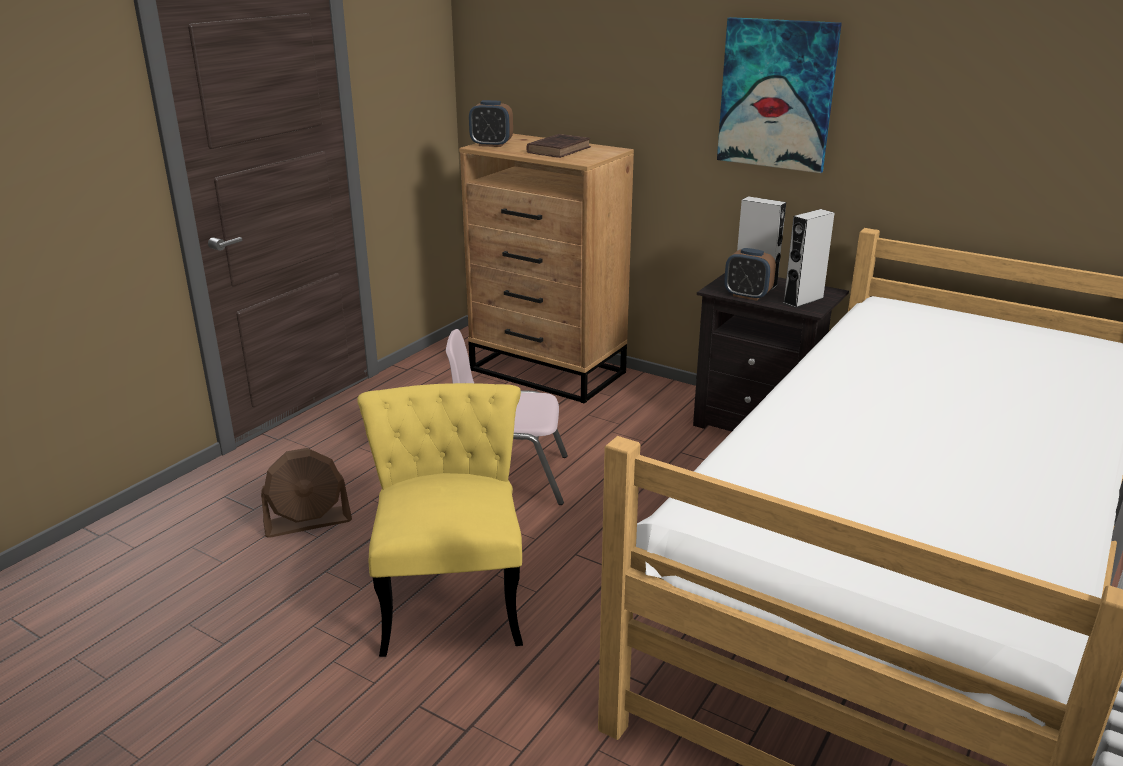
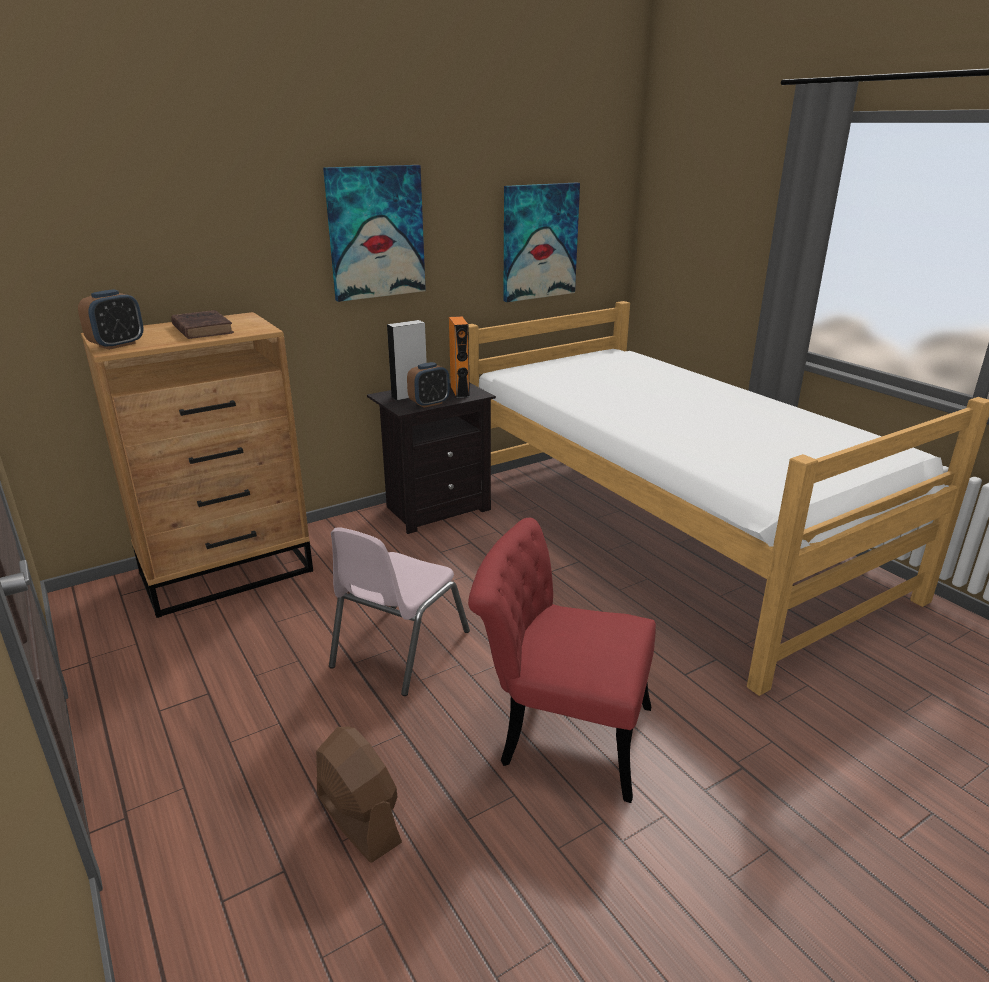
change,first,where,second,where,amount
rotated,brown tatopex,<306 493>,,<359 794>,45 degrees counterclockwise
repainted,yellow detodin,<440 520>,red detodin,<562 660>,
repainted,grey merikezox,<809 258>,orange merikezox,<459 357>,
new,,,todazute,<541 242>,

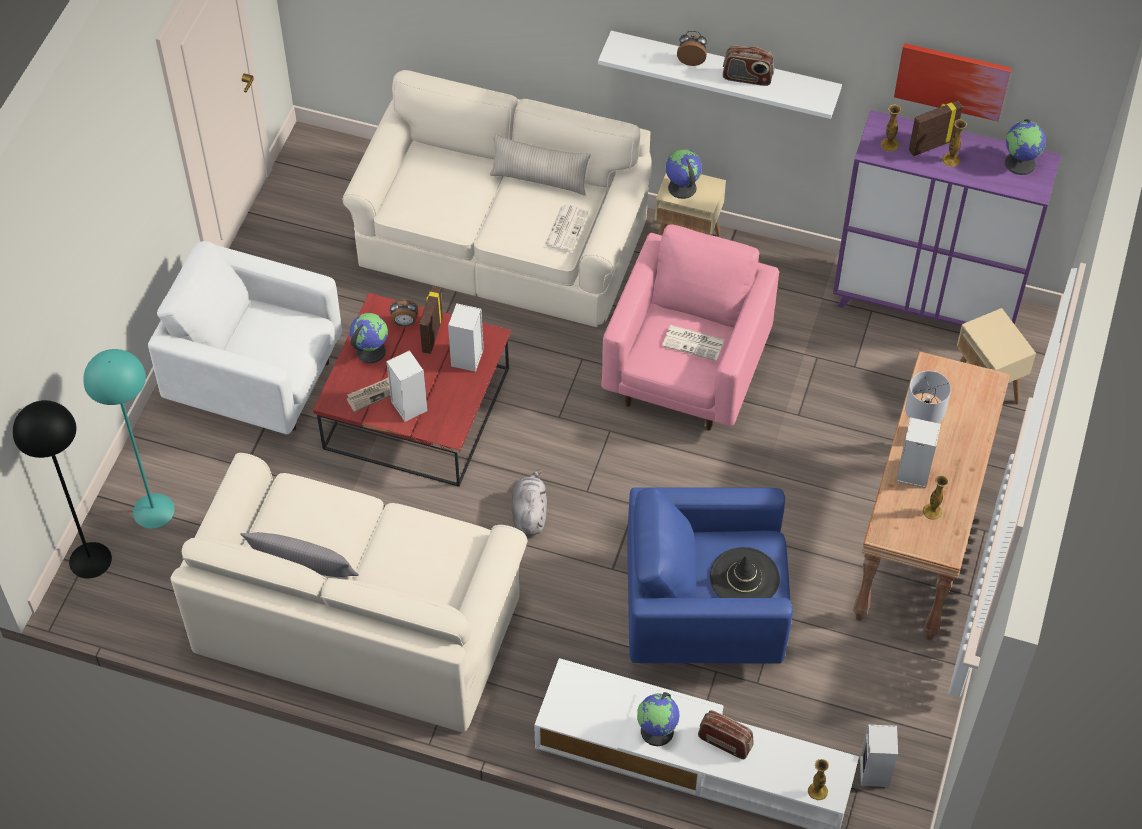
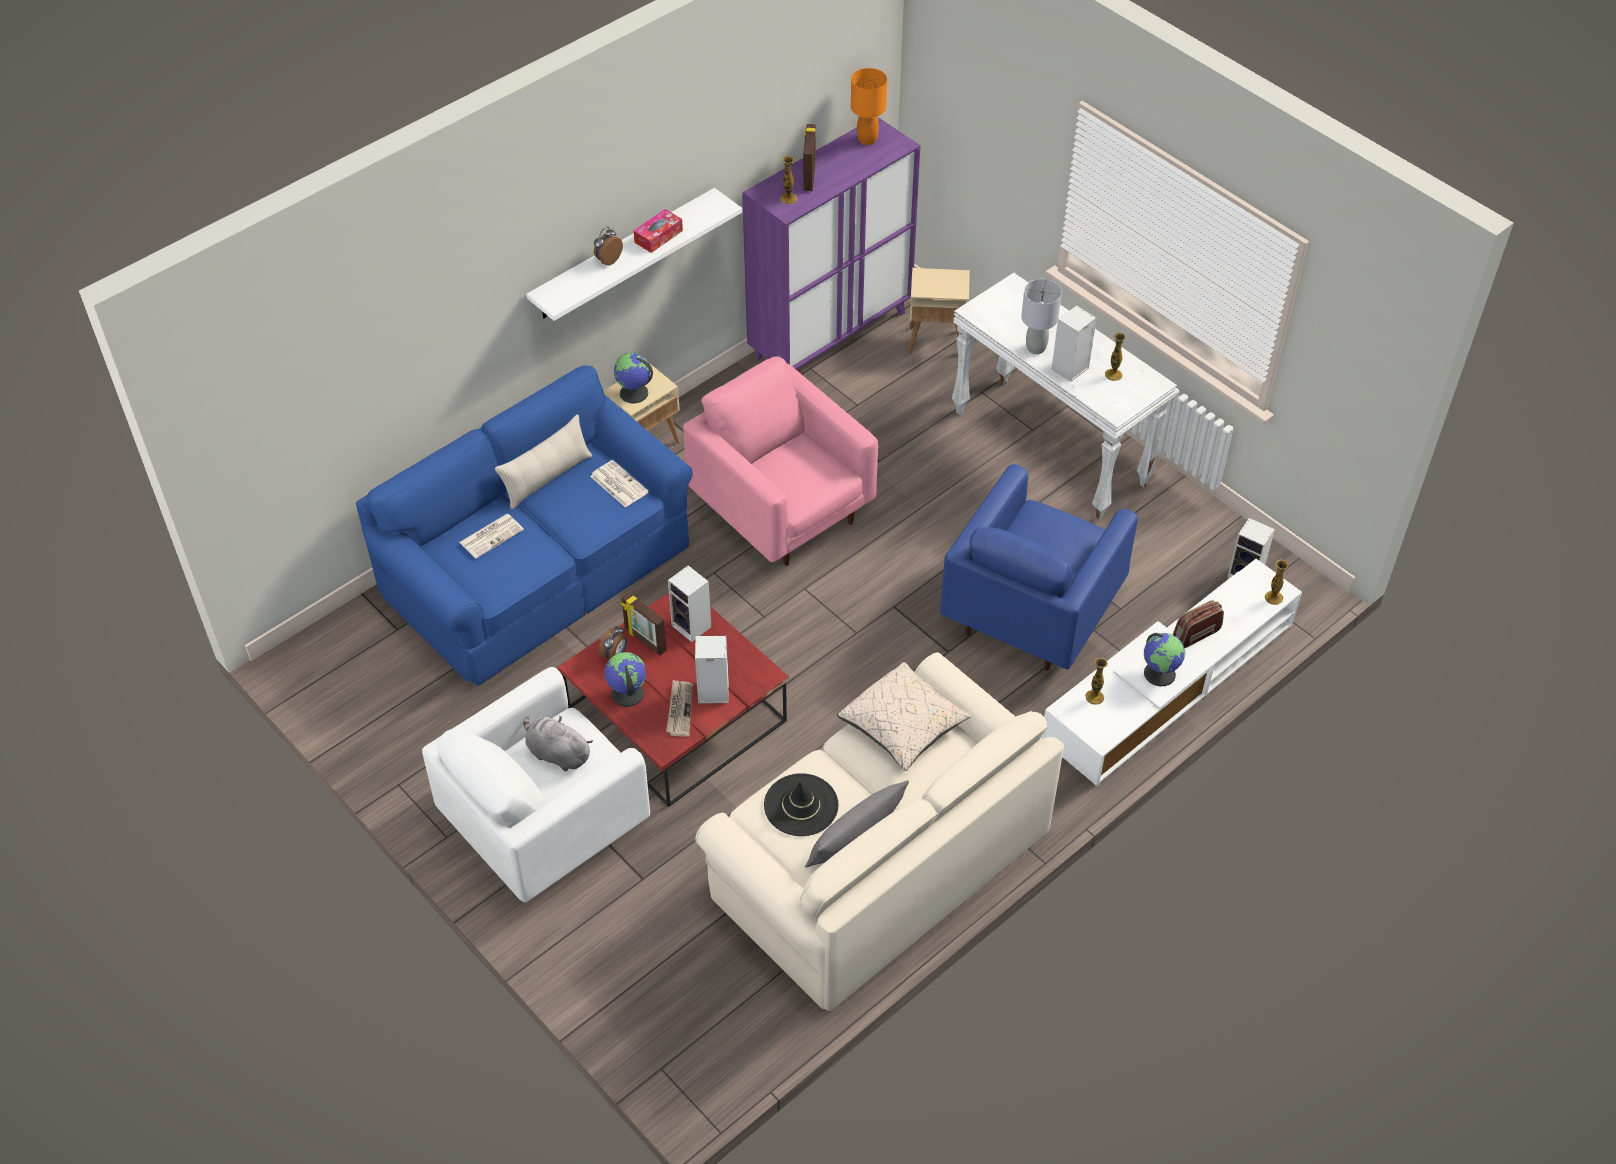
change,first,where,second,where,amount
gone,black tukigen,<62 489>,,,
gone,turquoise tukigen,<129 439>,,,
repainted,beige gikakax,<497 198>,blue gikakax,<524 525>,
shifted,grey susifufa,<529 502>,,<558 743>,
shifted,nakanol,<693 343>,,<491 536>,
shifted,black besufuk,<745 572>,,<801 804>,
swapped,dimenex,<748 65>,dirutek,<658 231>,
repainted,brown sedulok,<931 495>,white sedulok,<1064 396>,
gone,todazute,<952 82>,,,
shifted,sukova,<954 143>,,<1096 681>,
swapped,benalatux,<1025 147>,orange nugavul,<869 106>,
new,,,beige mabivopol,<904 716>,

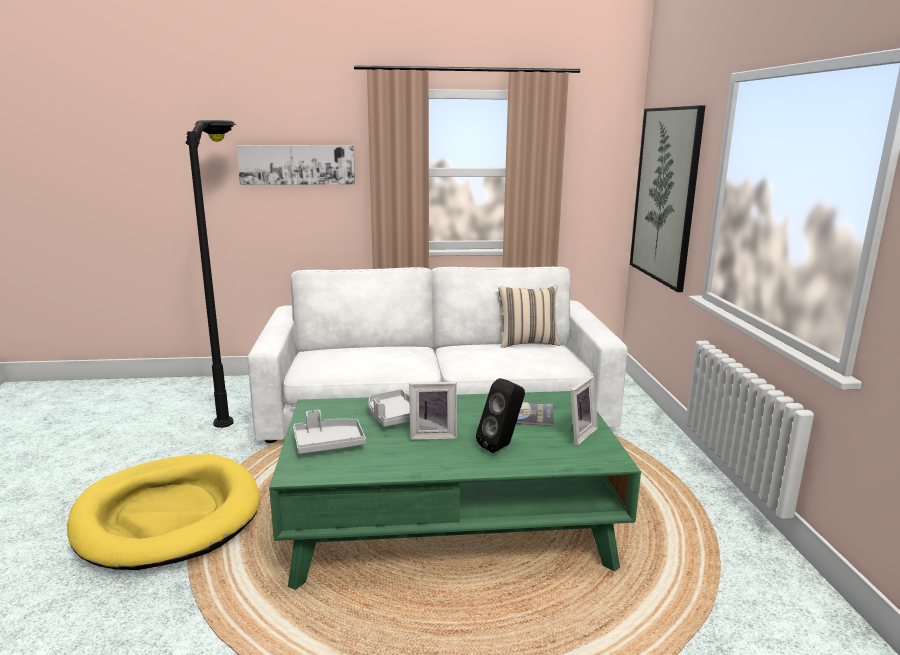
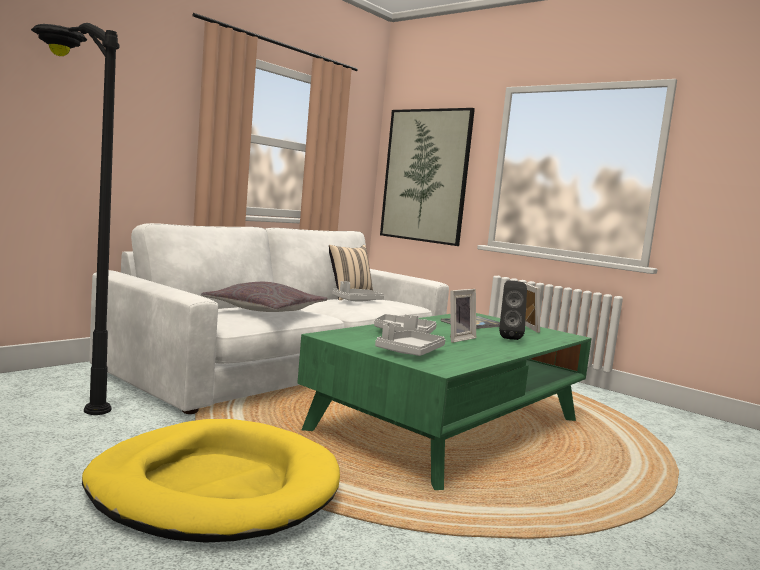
change,first,where,second,where,amount
gone,todazute,<295 165>,,,
new,,,grey mabivopol,<264 297>,
new,,,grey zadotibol,<358 291>,

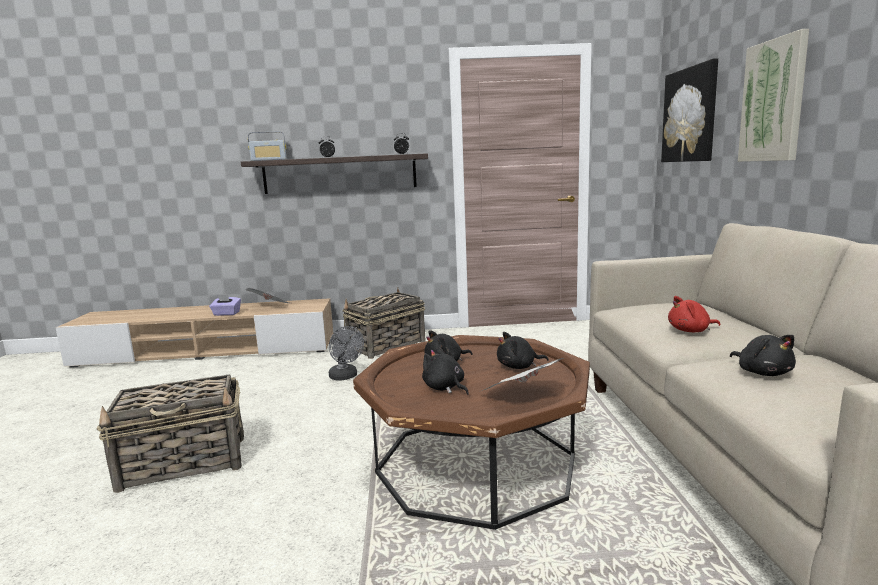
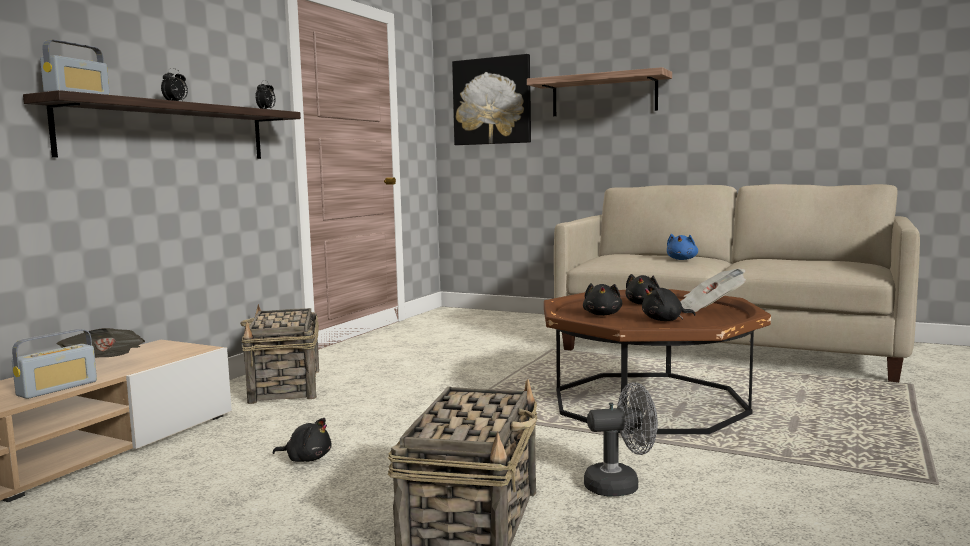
change,first,where,second,where,amount
swapped,purple dirutek,<225 305>,dimenex,<54 364>,
shifted,grey tatopex,<346 353>,,<621 439>,
repainted,red susifufa,<694 314>,blue susifufa,<682 247>,
shifted,black susifufa,<763 355>,,<302 440>,
swapped,todazute,<773 95>,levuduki,<599 91>,

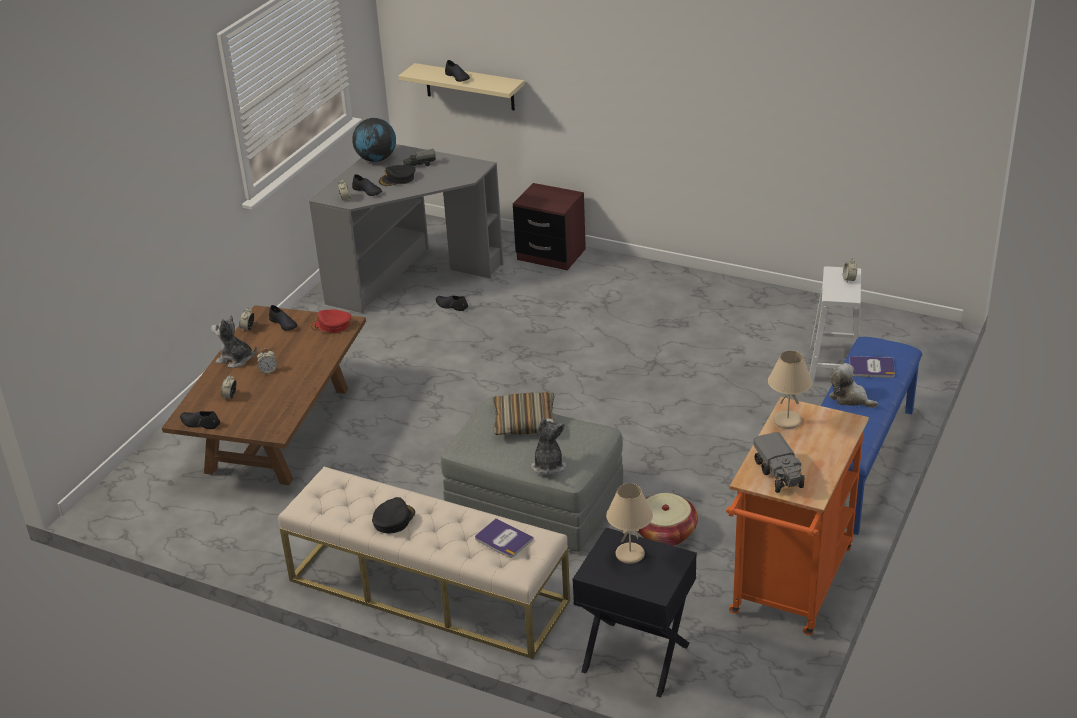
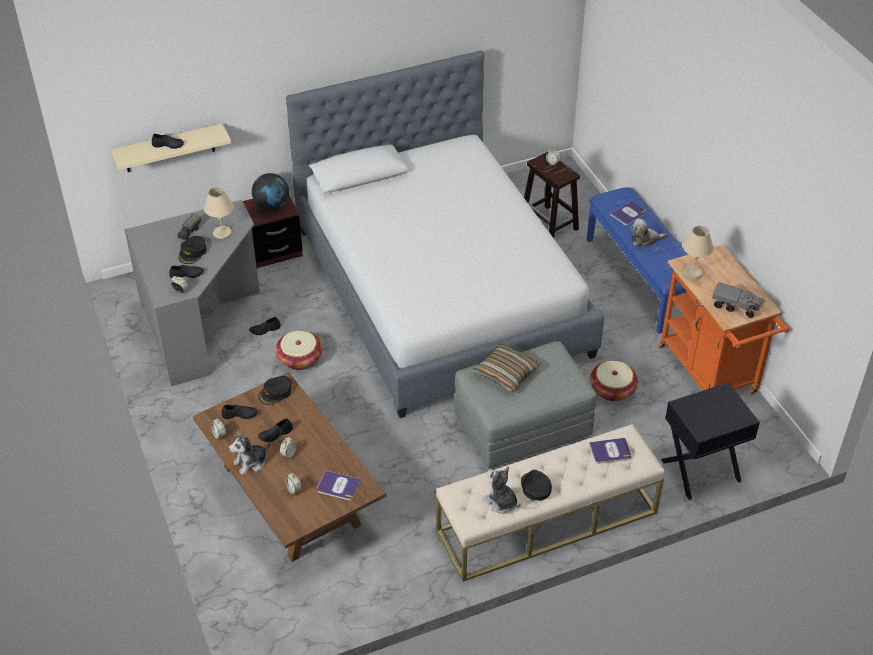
change,first,where,second,where,amount
shifted,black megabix,<200 420>,,<275 430>,
repainted,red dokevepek,<331 321>,black dokevepek,<275 390>,
shifted,benalatux,<374 140>,,<270 191>,
shifted,susifufa,<548 446>,,<502 490>,
shifted,beige nugavul,<629 523>,,<219 213>,
repainted,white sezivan,<835 324>,brown sezivan,<552 195>,
new,,,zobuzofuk,<298 350>,
new,,,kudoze,<445 234>,
new,,,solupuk,<339 485>,

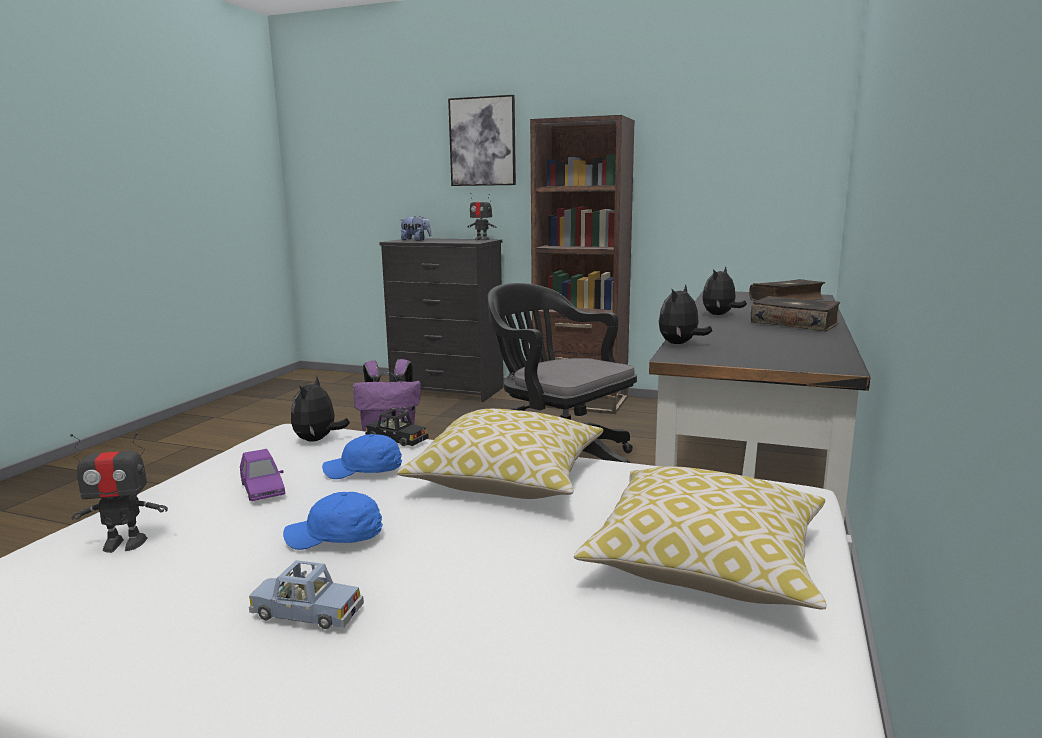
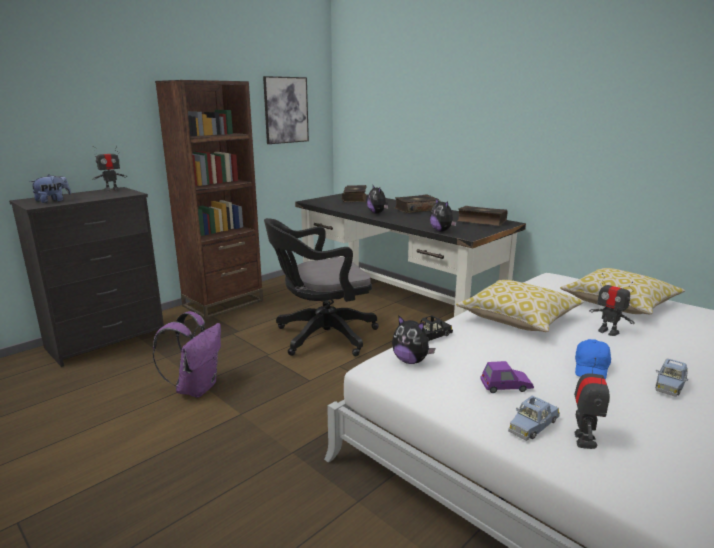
change,first,where,second,where,amount
gone,blue dokevepek,<362 456>,,,
shifted,todazute,<482 140>,,<286 110>,
new,,,solupuk,<482 216>,
new,,,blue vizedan,<534 418>,
new,,,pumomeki,<612 304>,

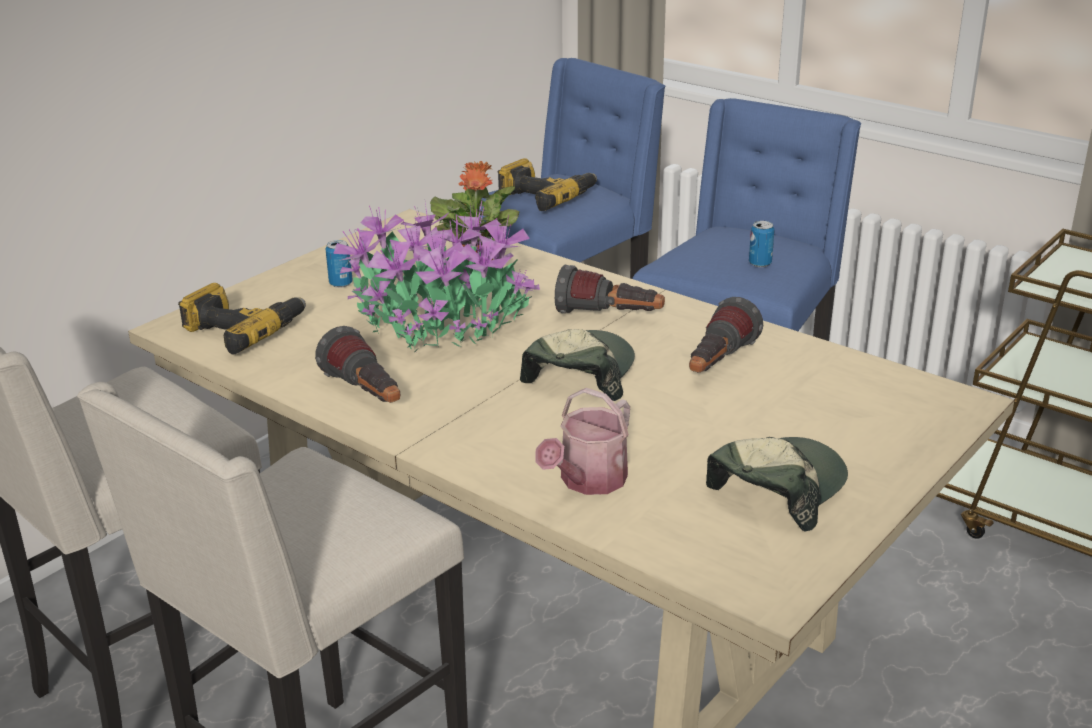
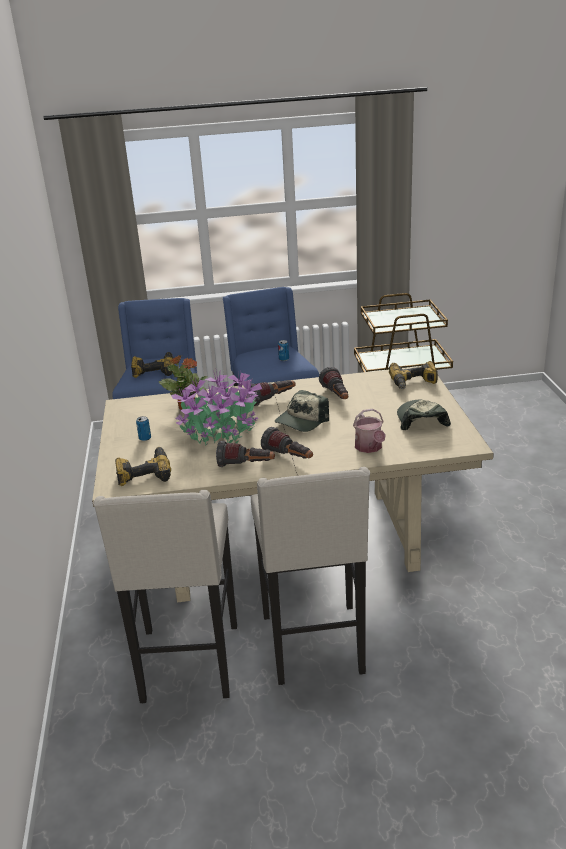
change,first,where,second,where,amount
rotated,dokevepek,<577 365>,,<302 411>,120 degrees counterclockwise
new,,,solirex,<287 443>,
new,,,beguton,<413 375>,

